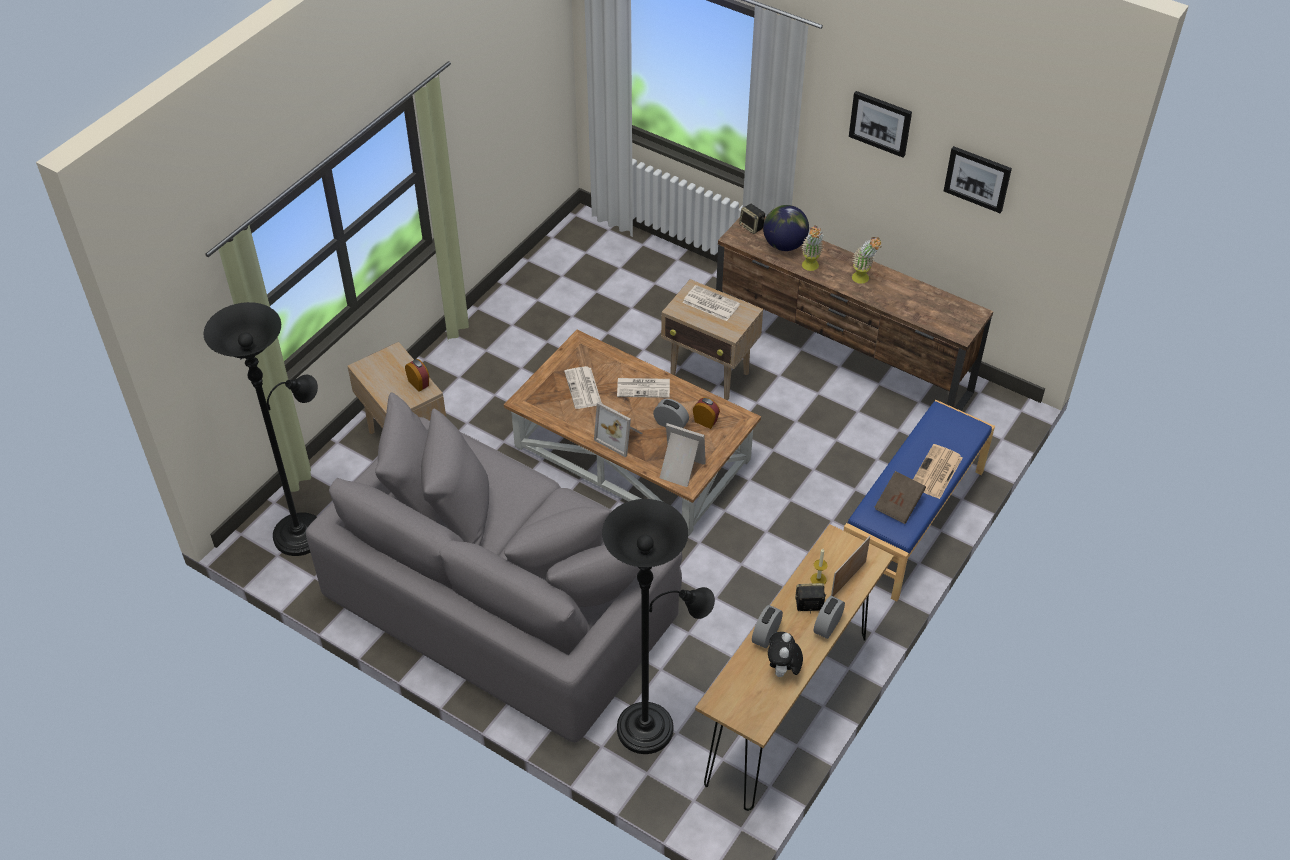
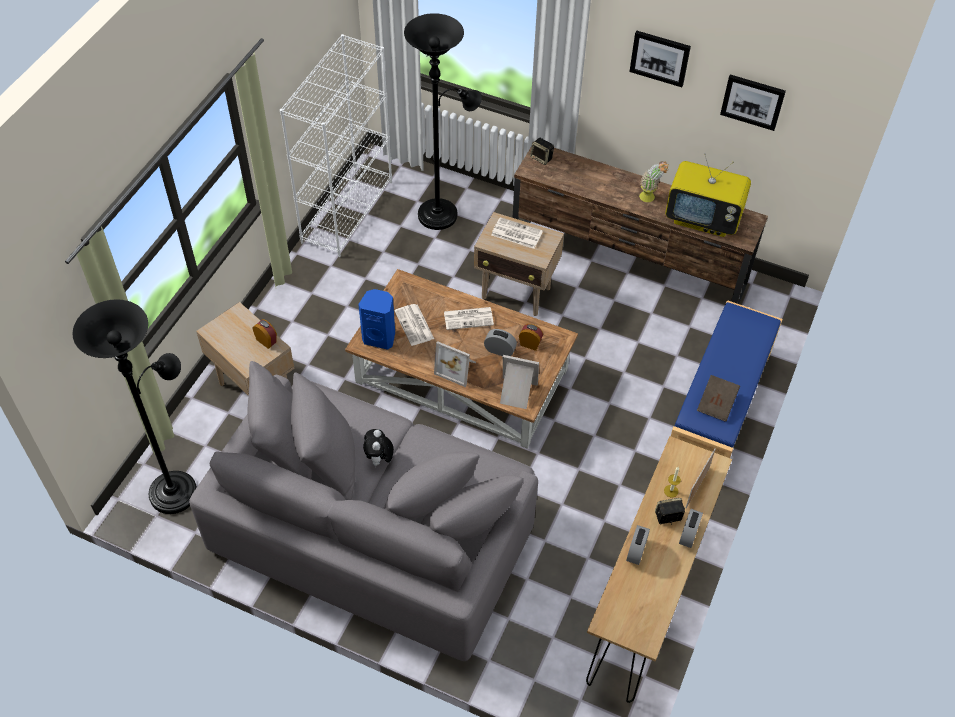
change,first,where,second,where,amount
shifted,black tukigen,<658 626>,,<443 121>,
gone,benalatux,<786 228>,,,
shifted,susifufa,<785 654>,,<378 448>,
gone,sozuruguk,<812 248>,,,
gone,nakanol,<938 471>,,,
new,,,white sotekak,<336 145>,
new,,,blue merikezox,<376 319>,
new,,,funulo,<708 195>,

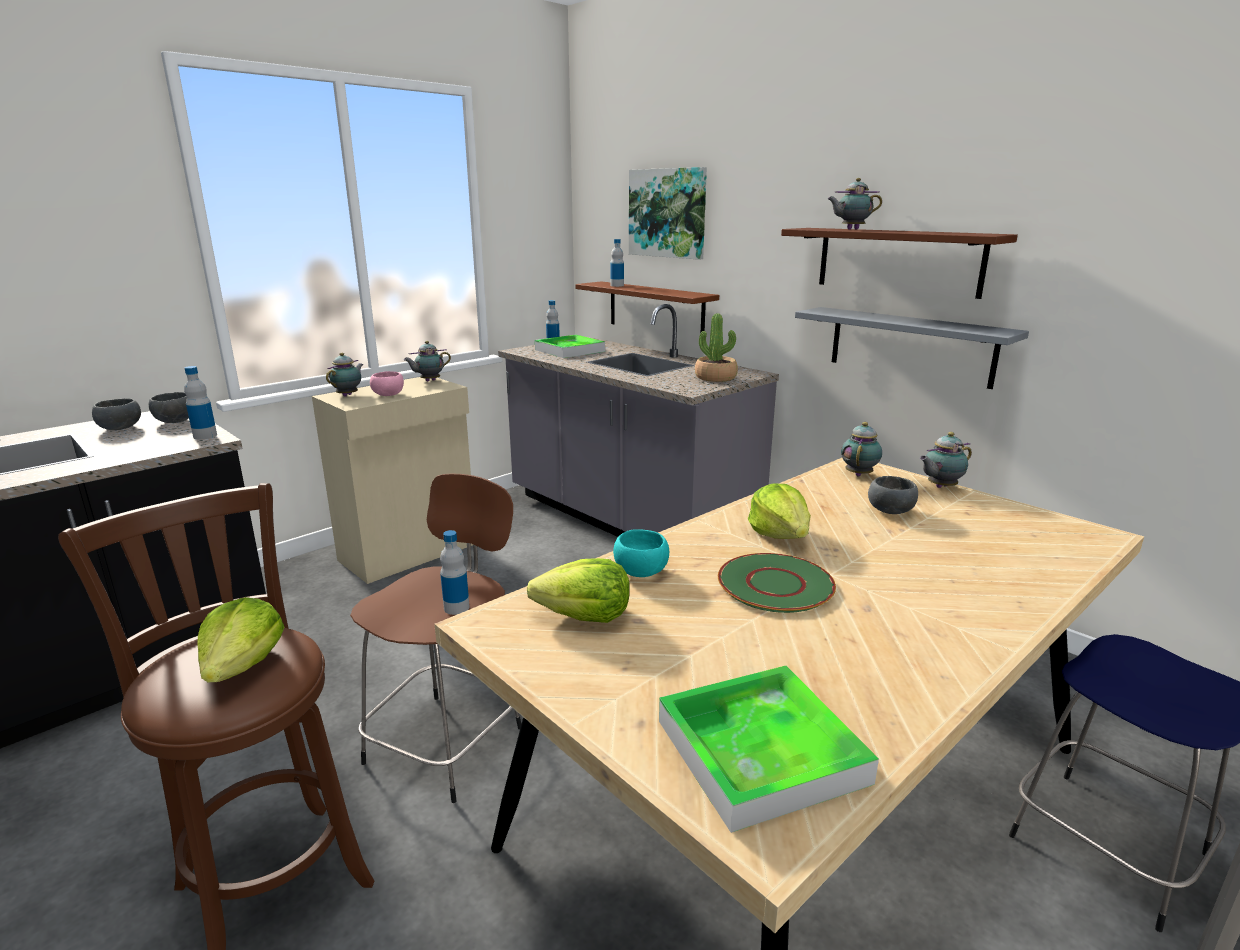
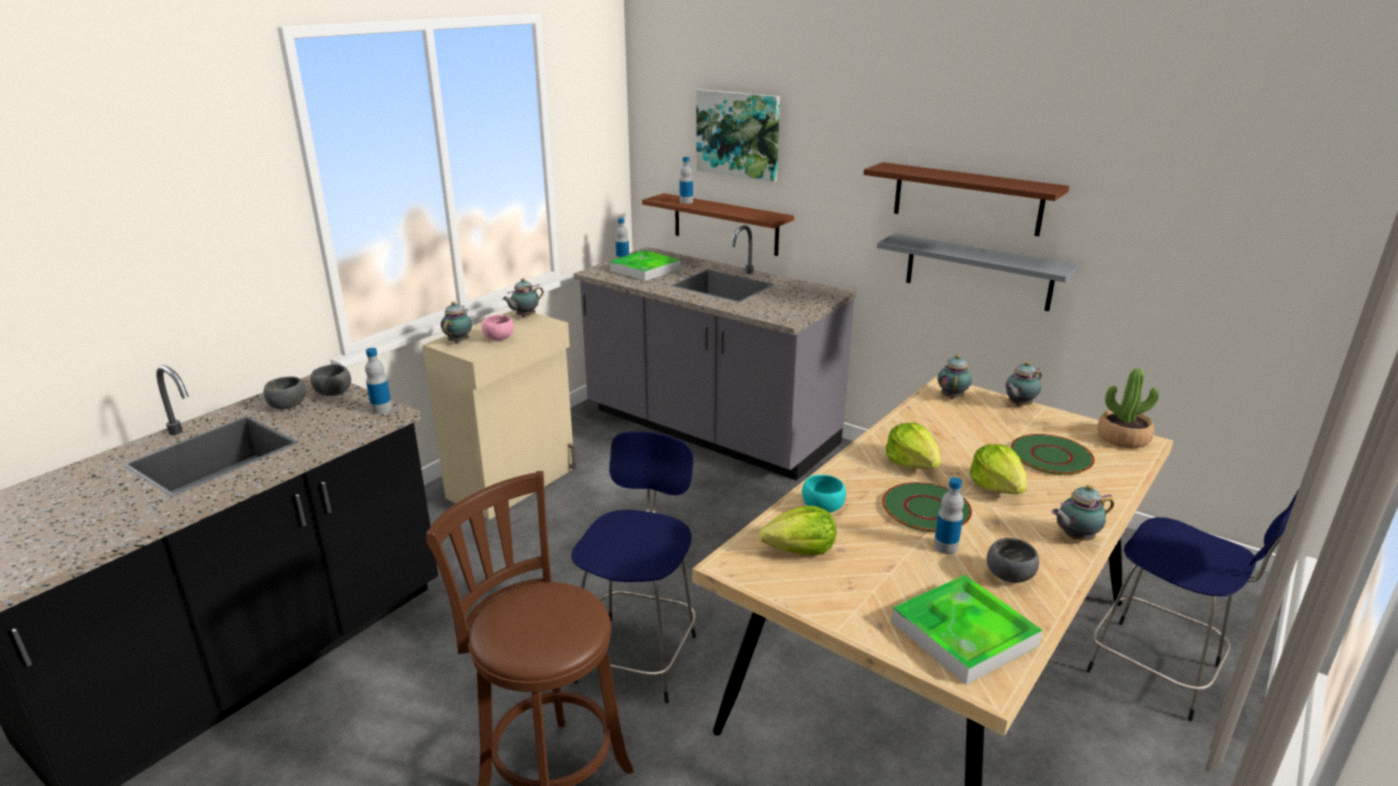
change,first,where,second,where,amount
shifted,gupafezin,<240 639>,,<998 469>,
repainted,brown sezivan,<435 638>,blue sezivan,<633 567>,
shifted,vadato,<455 572>,,<949 515>,
shifted,sozuruguk,<716 347>,,<1128 408>,
shifted,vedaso,<854 204>,,<1082 513>,
shifted,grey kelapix,<893 495>,,<1013 560>,
new,,,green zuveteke,<1053 454>,

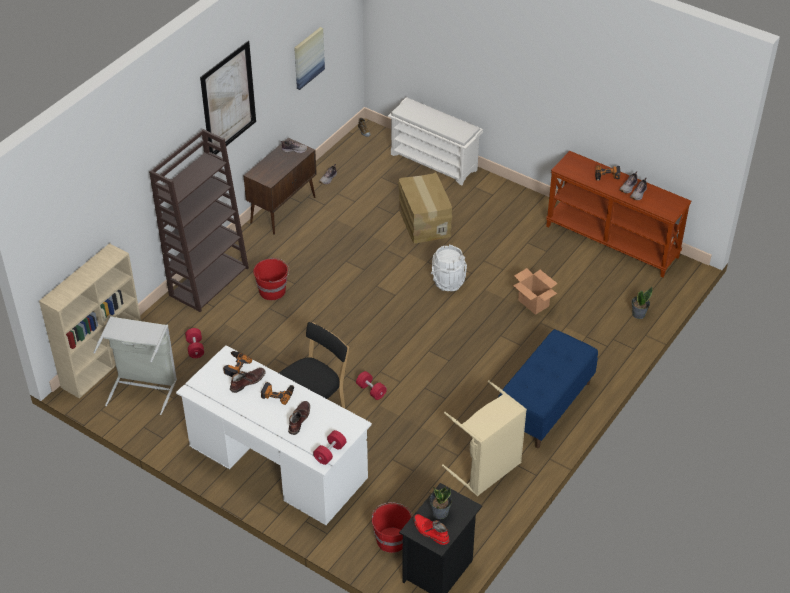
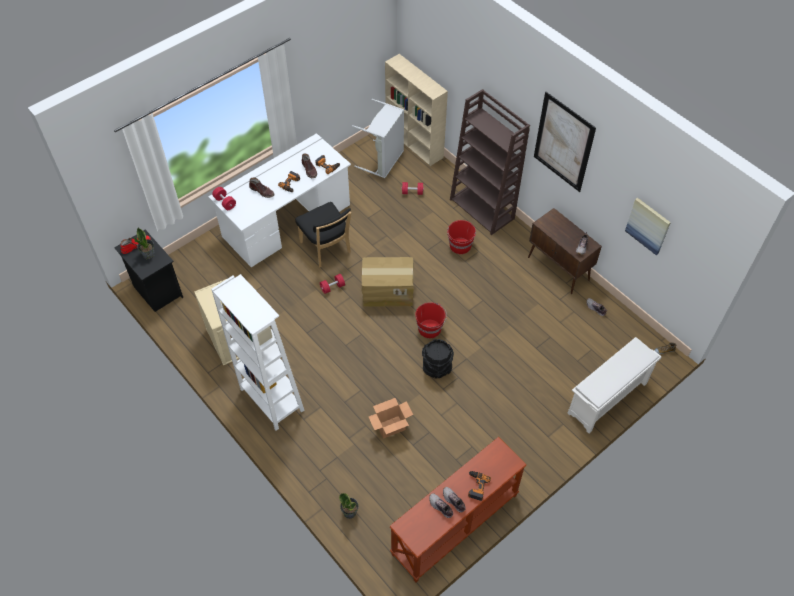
change,first,where,second,where,amount
shifted,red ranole,<392 527>,,<431 320>,
shifted,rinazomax,<425 207>,,<388 282>,
repainted,white ranole,<449 268>,black ranole,<438 359>,
swapped,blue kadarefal,<548 388>,white sotekak,<257 352>,

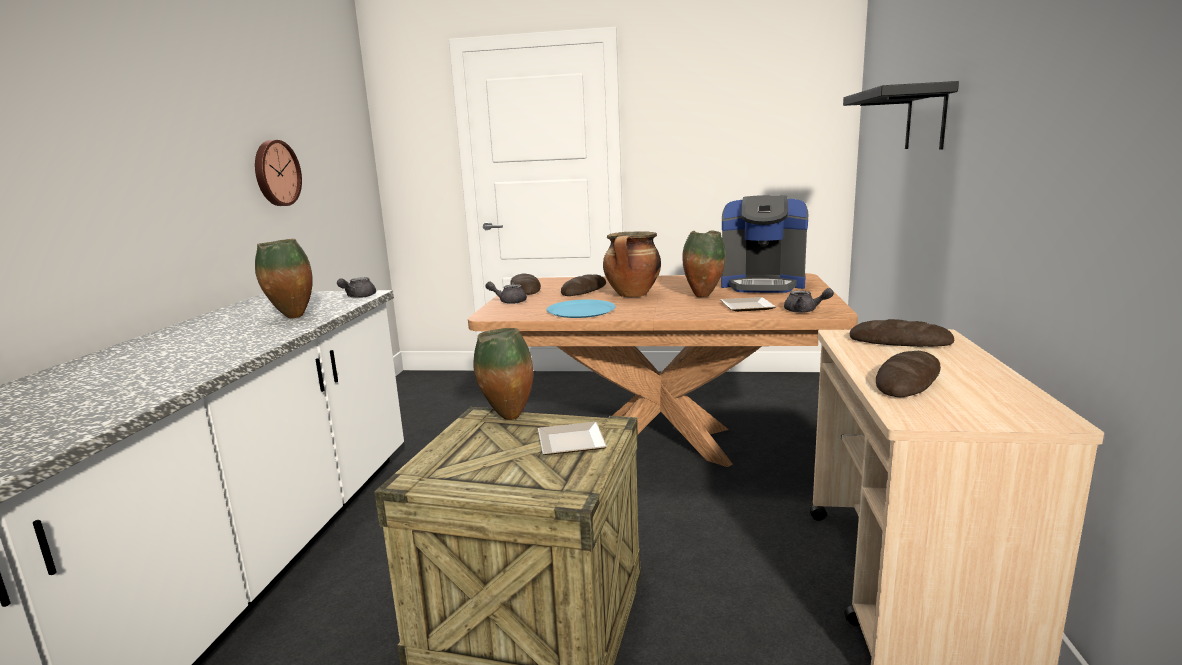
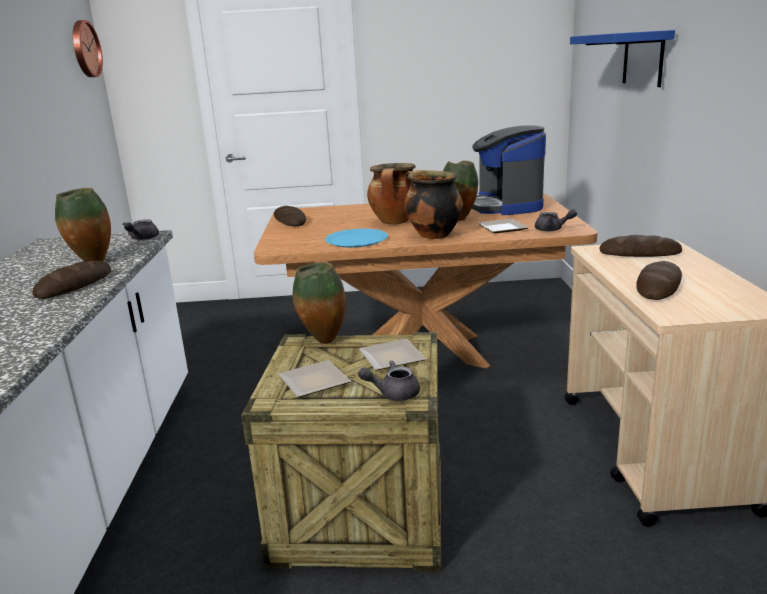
change,first,where,second,where,amount
shifted,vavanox,<278 173>,,<88 48>,
shifted,grey vedaso,<506 292>,,<389 380>,
shifted,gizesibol,<583 285>,,<72 279>,
rotated,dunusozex,<764 244>,,<509 170>,75 degrees clockwise
repainted,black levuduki,<901 115>,blue levuduki,<622 58>,
new,,,zuveteke,<314 378>,
new,,,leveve,<433 204>,

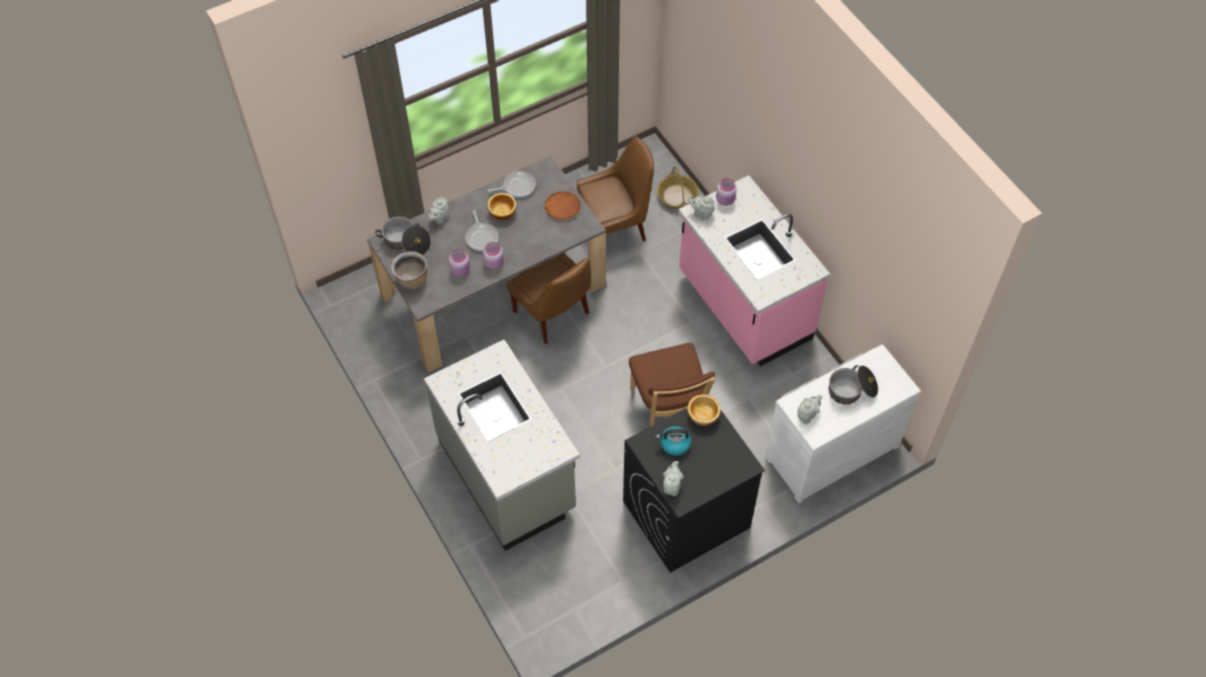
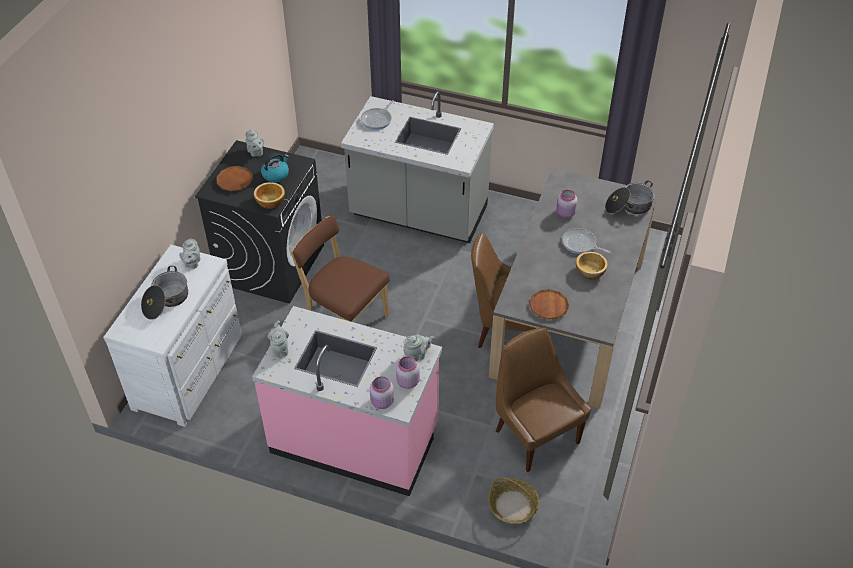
change,first,where,second,where,amount
gone,brown leveve,<409 270>,,,
shifted,grey vedaso,<438 210>,,<278 339>,
shifted,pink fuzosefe,<493 255>,,<382 392>,
shifted,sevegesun,<512 184>,,<377 115>,
rotated,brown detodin,<615 188>,,<543 400>,120 degrees clockwise
new,,,brown zuveteke,<234 178>,

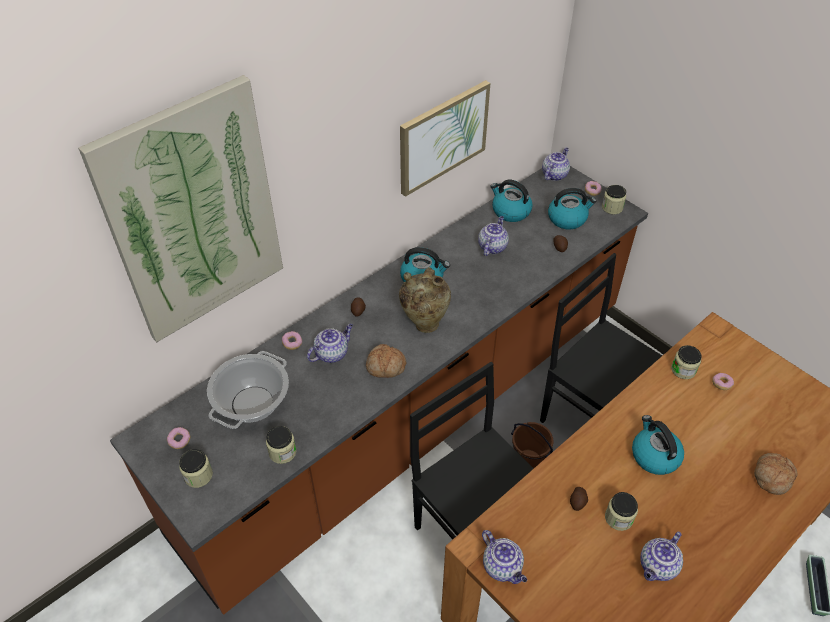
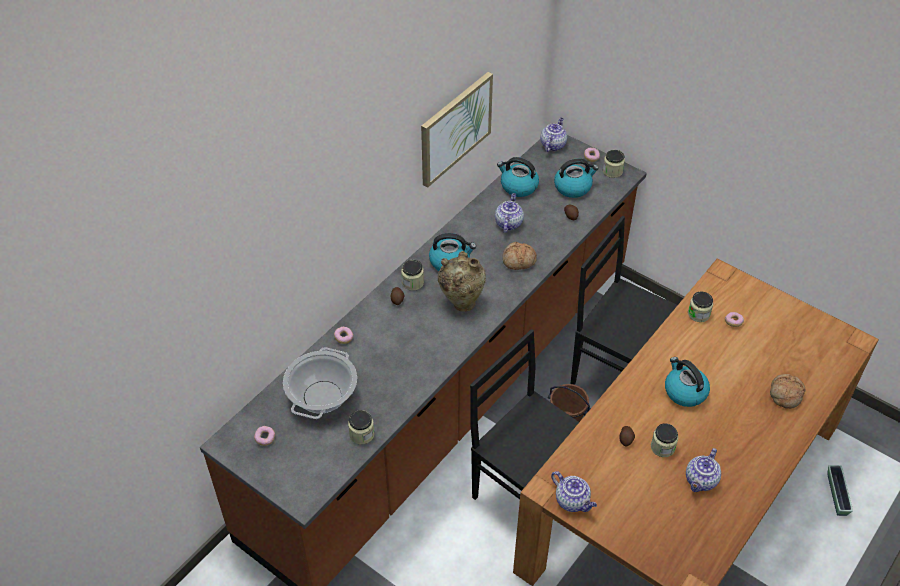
change,first,where,second,where,amount
gone,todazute,<180 208>,,,
shifted,fuzosefe,<196 468>,,<412 275>,
gone,vedaso,<330 343>,,,
shifted,gizesibol,<386 361>,,<519 256>,

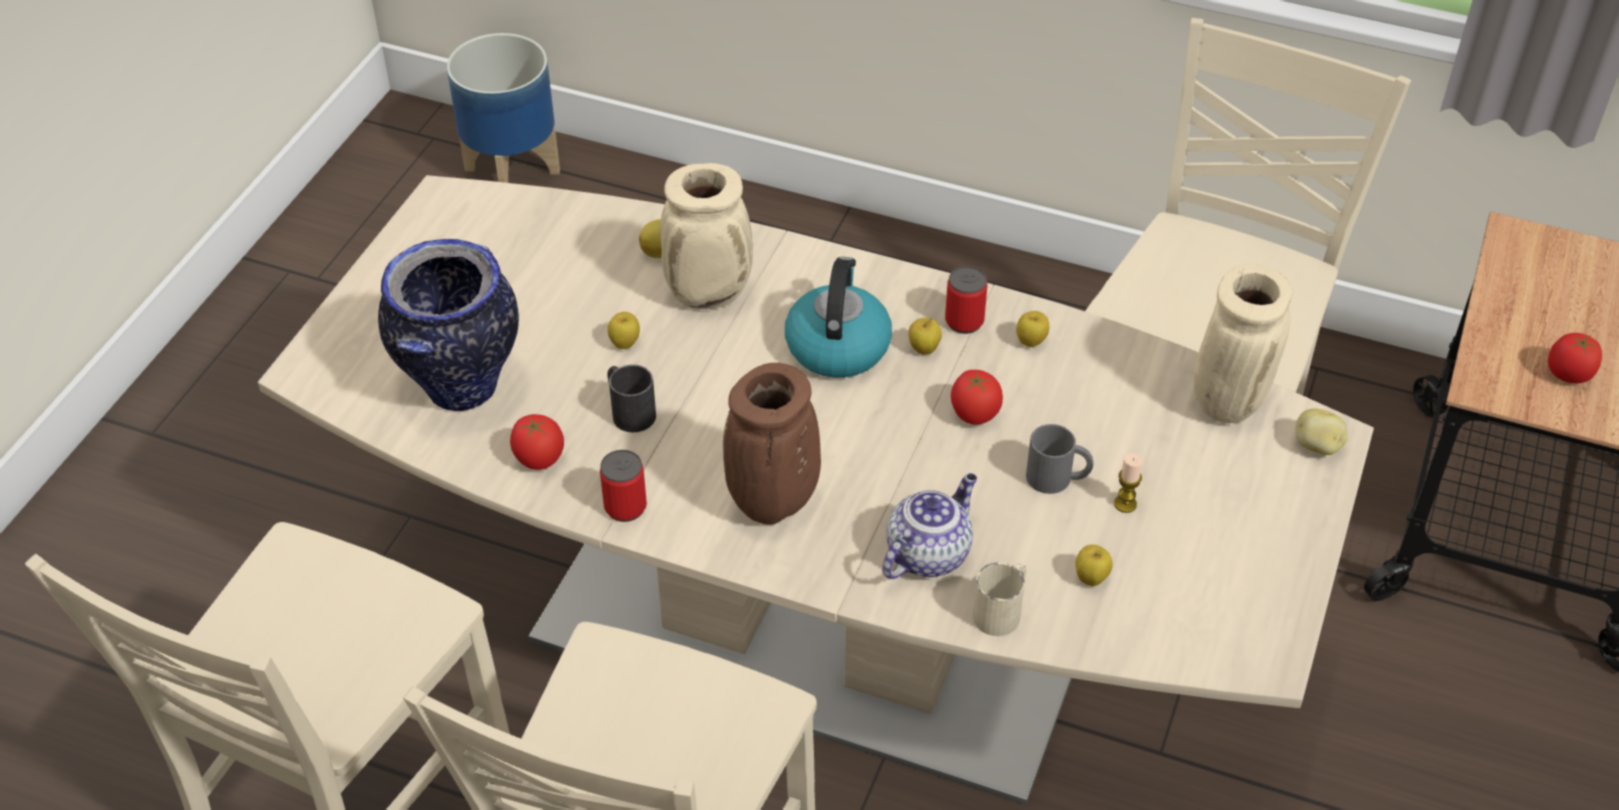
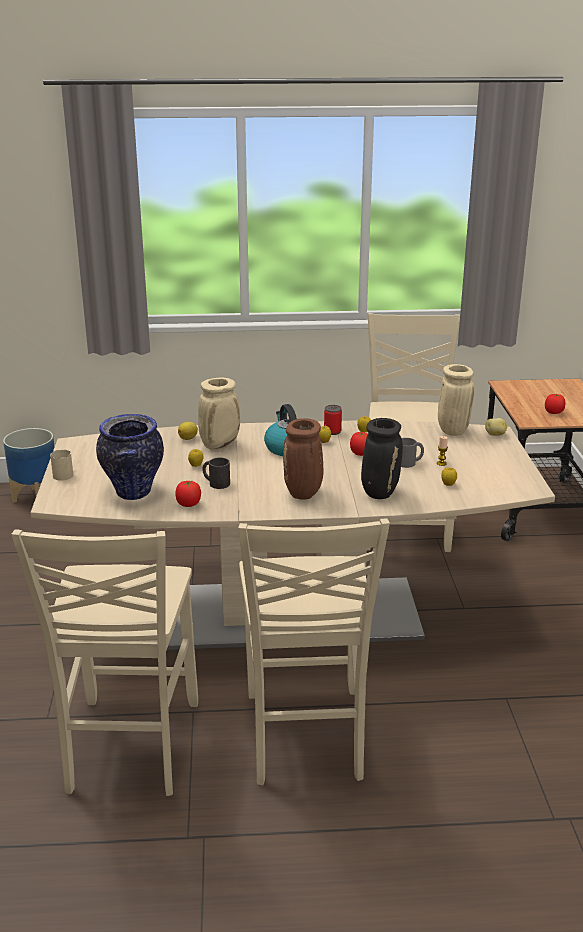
change,first,where,second,where,amount
gone,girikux,<623 486>,,,
swapped,vedaso,<929 526>,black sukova,<382 458>,
shifted,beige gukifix,<999 599>,,<61 465>,

